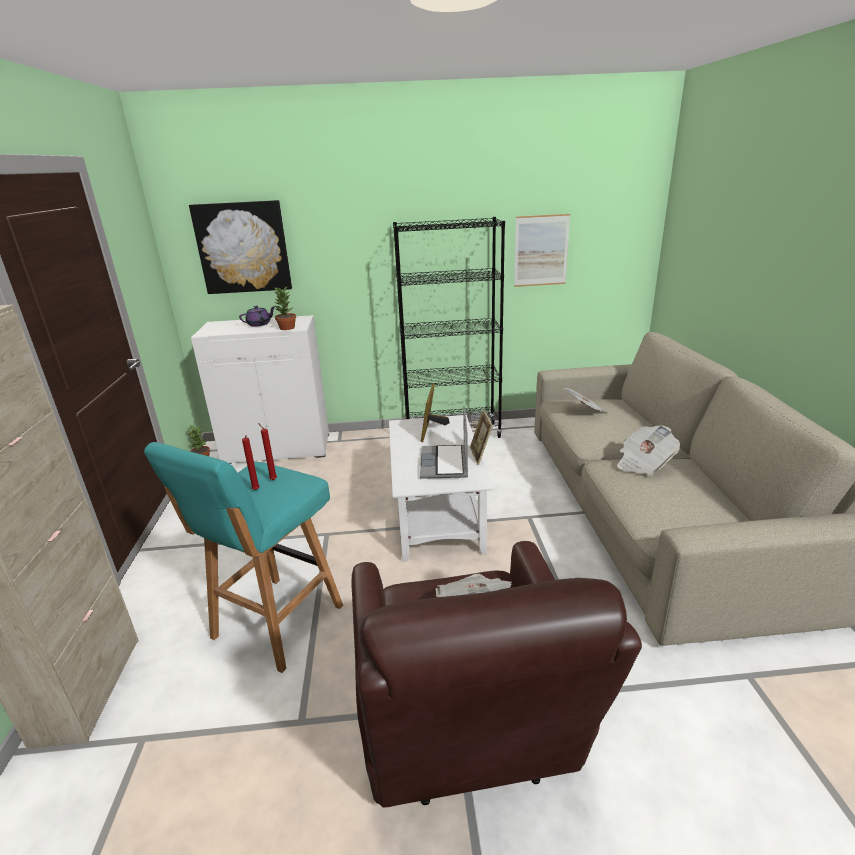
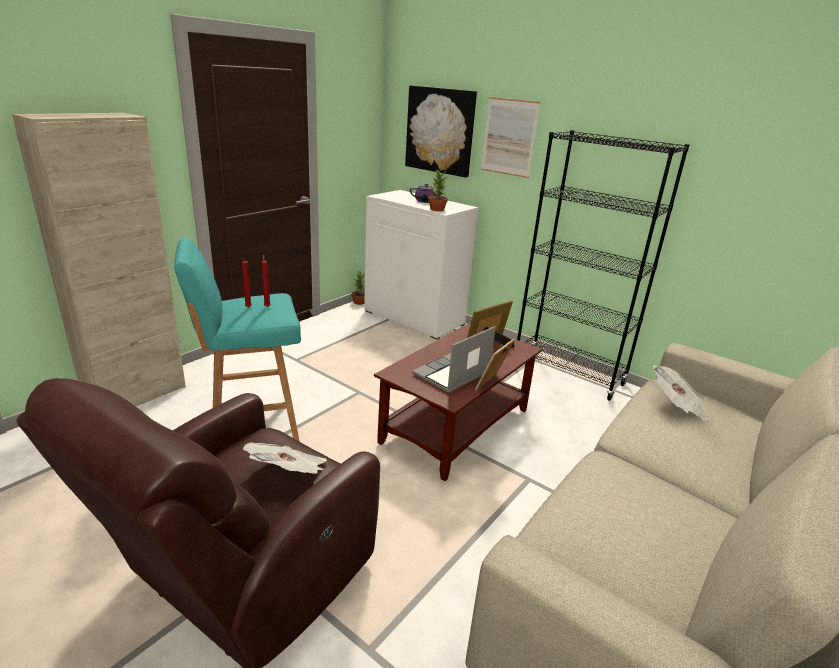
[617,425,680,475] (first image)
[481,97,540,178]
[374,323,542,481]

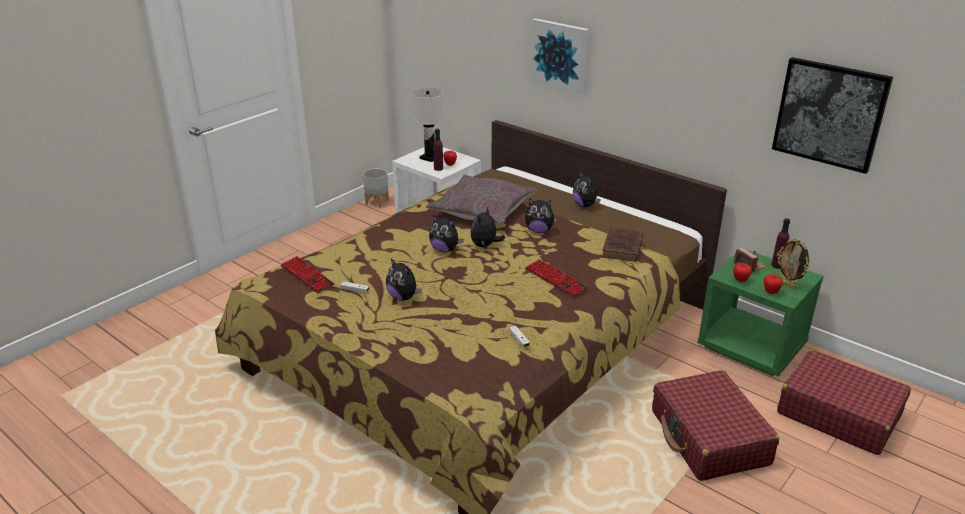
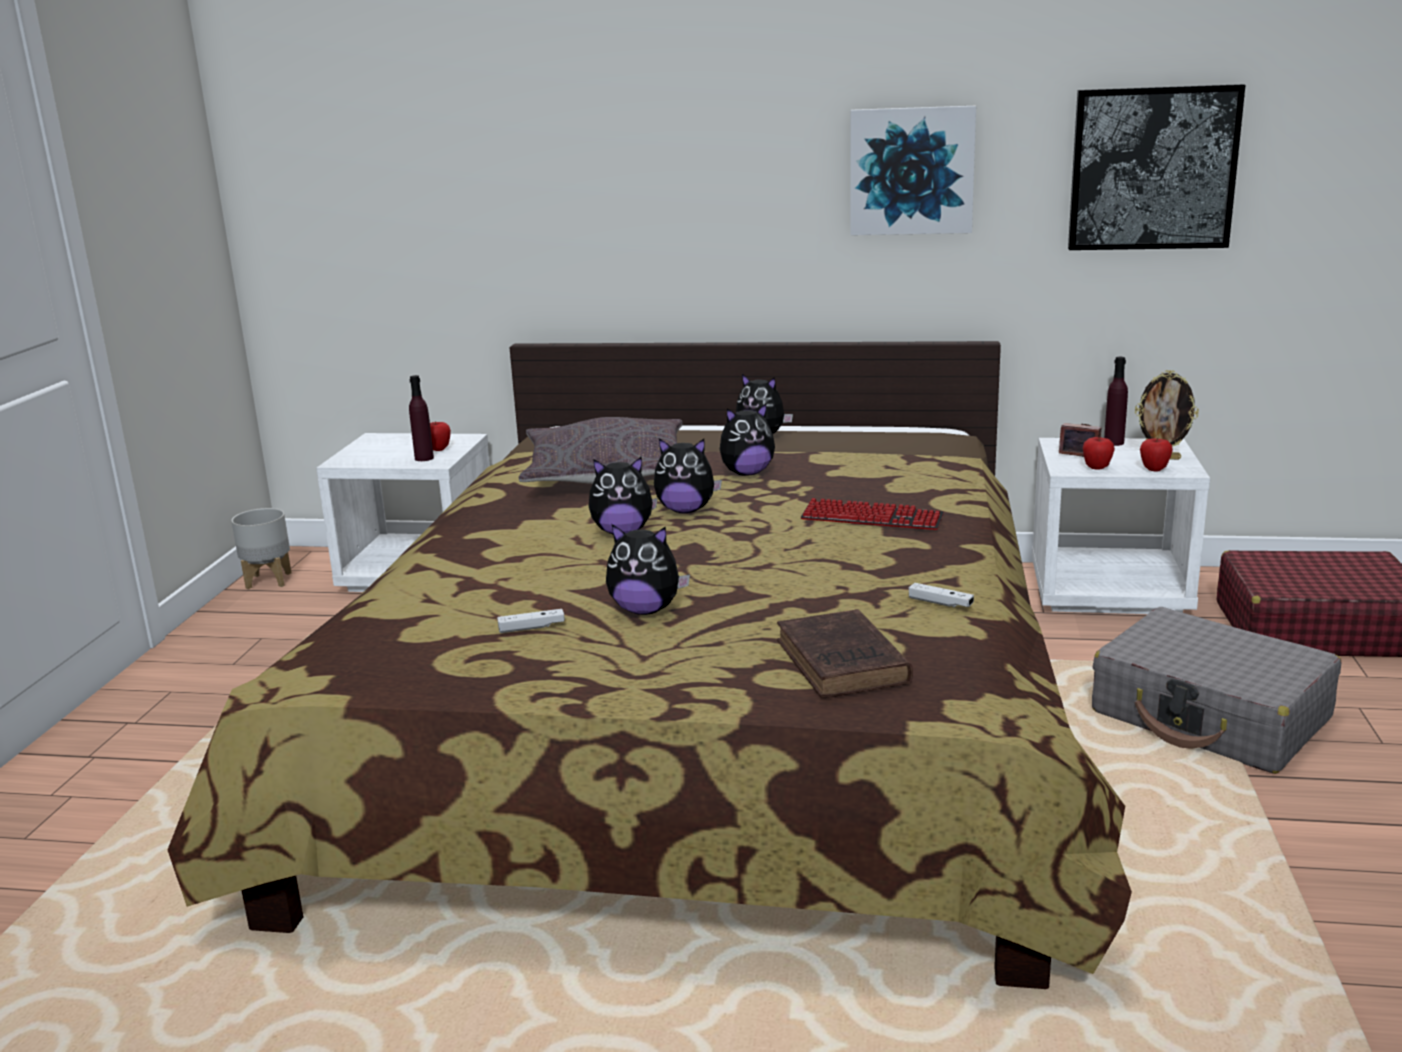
[281,256,335,293] (first image)
[413,88,443,162] (first image)
[850,106,976,235]
[777,609,913,698]
[1092,607,1341,774]
[1032,438,1210,614]
[654,438,722,513]

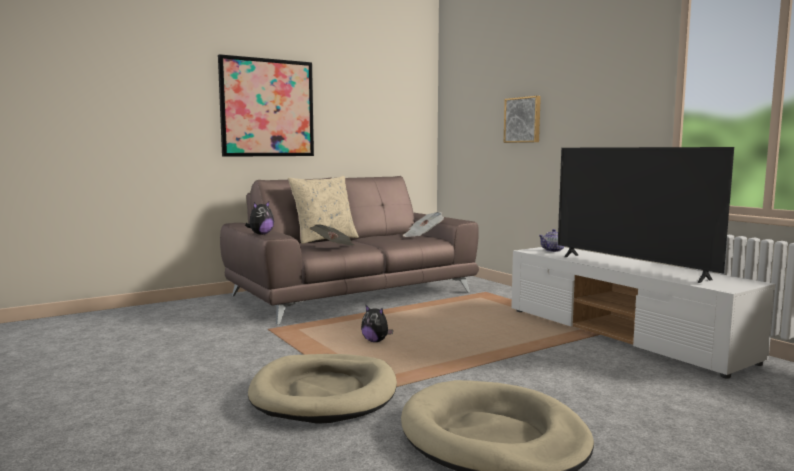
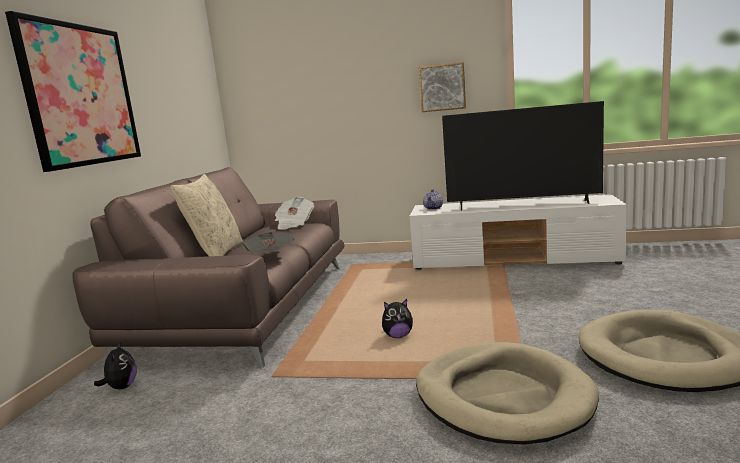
[94,343,137,389]
[419,62,466,112]

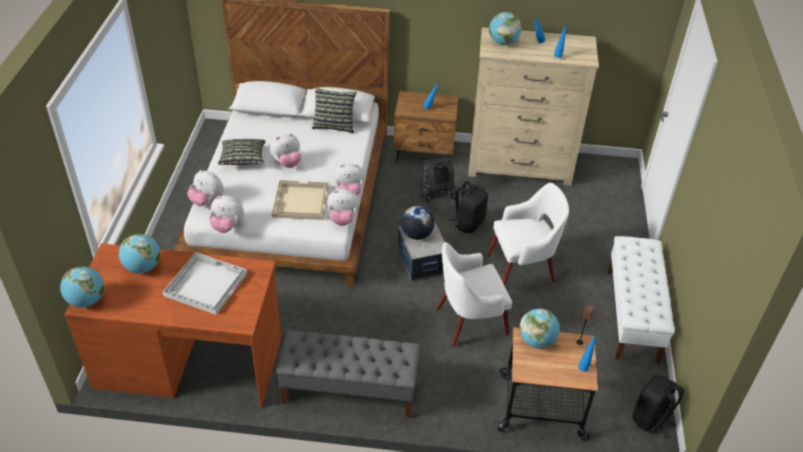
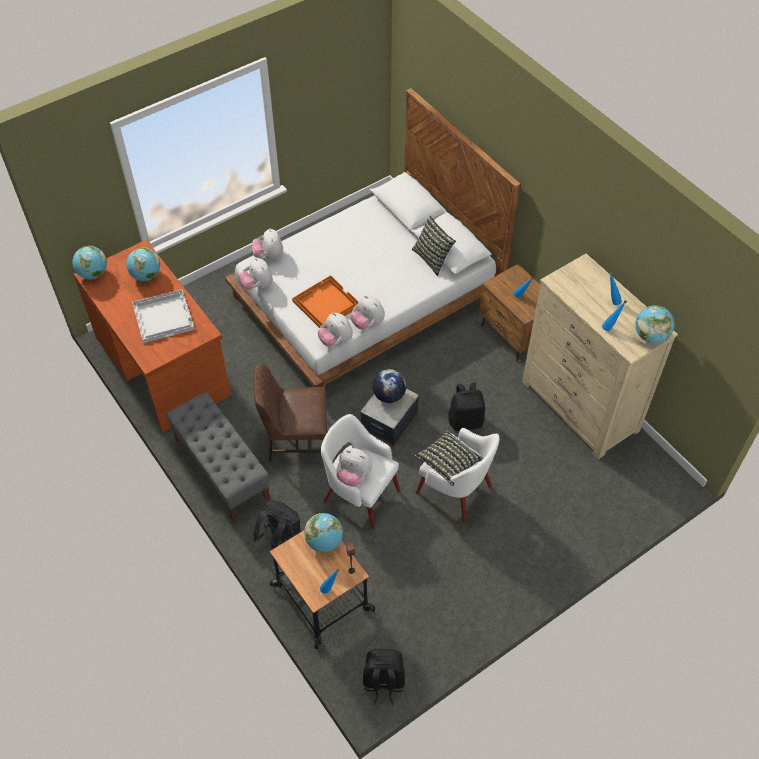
[607,236,675,364] (first image)
[254,363,327,462]
[415,431,484,486]
[336,448,372,487]
[253,500,301,550]
[635,305,674,343]
[292,275,359,328]

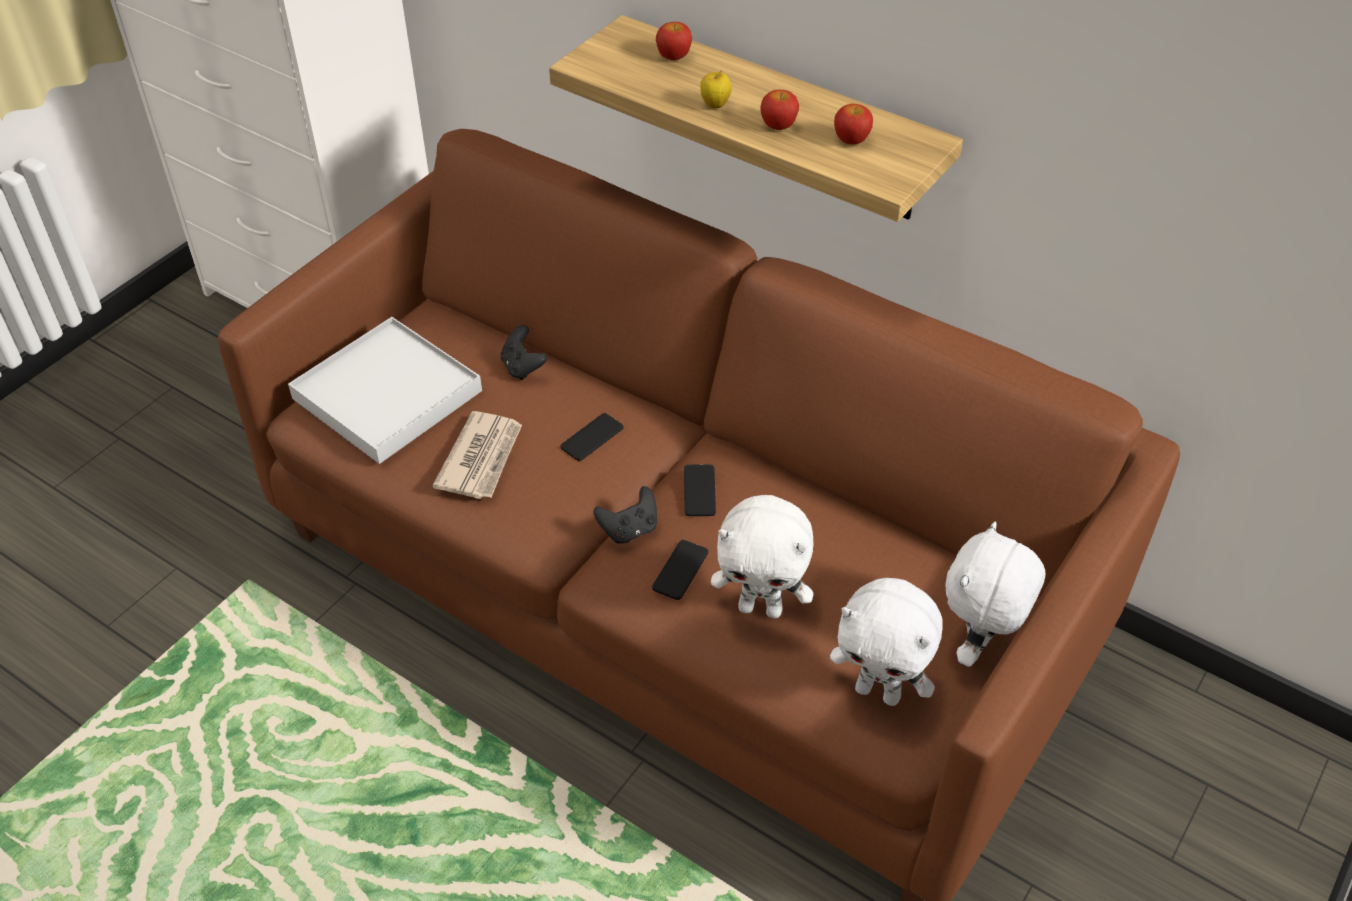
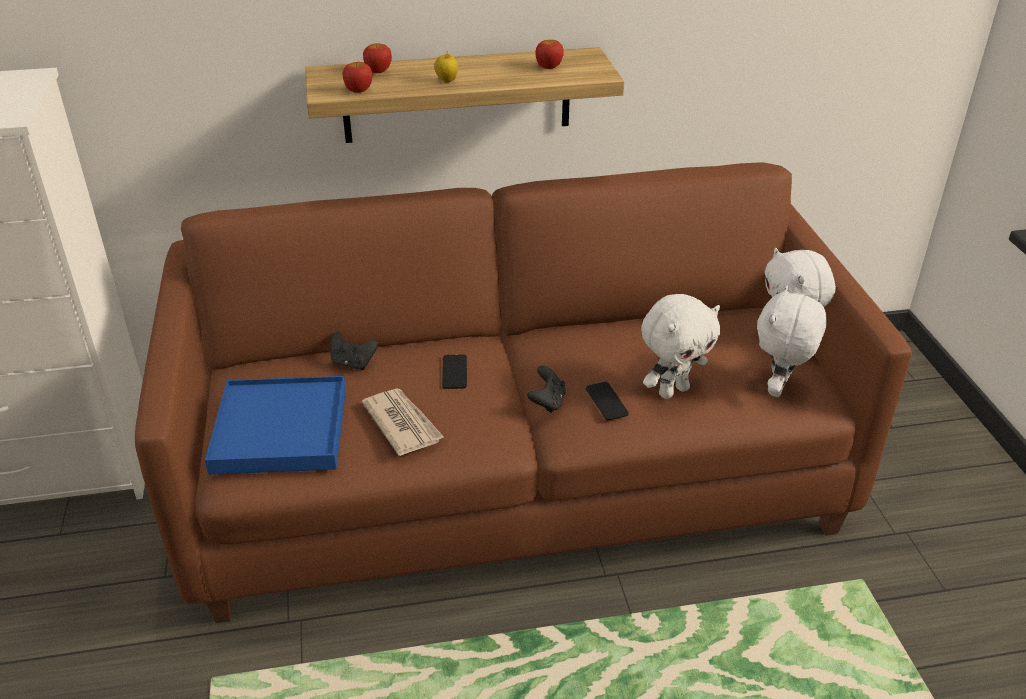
[684,464,716,516] (first image)
[342,62,373,93]
[205,376,346,475]
[757,285,827,397]

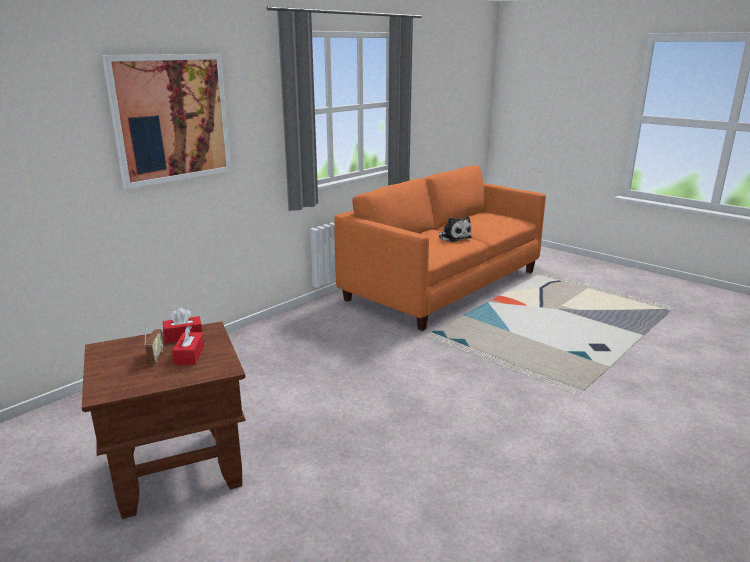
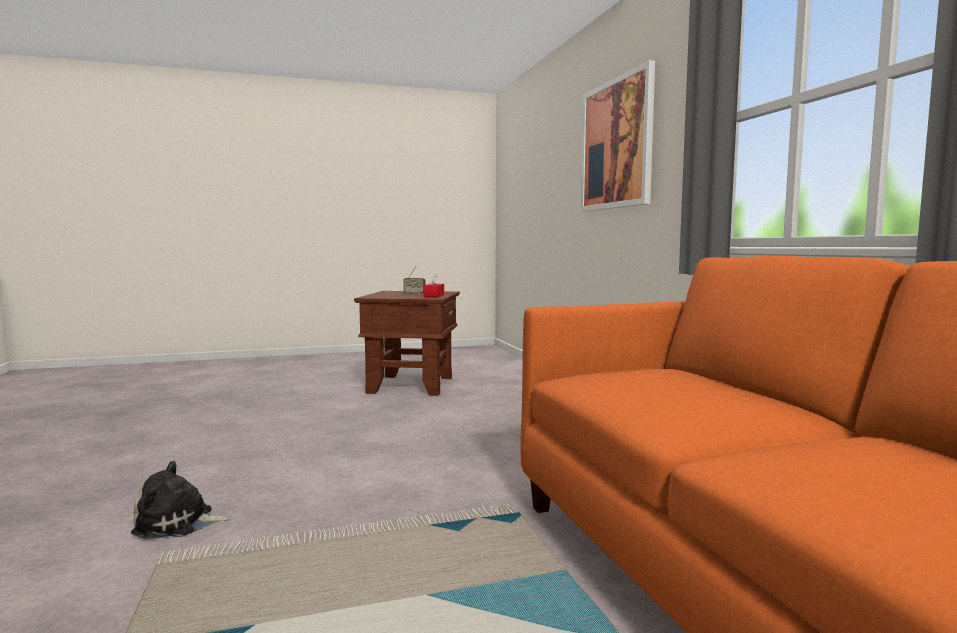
[172,326,205,365] (first image)
[131,461,233,539]

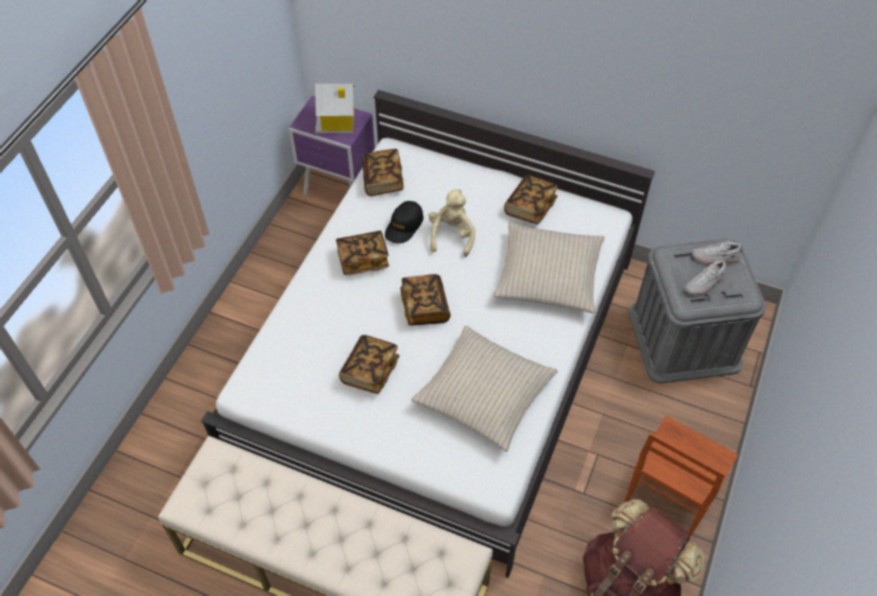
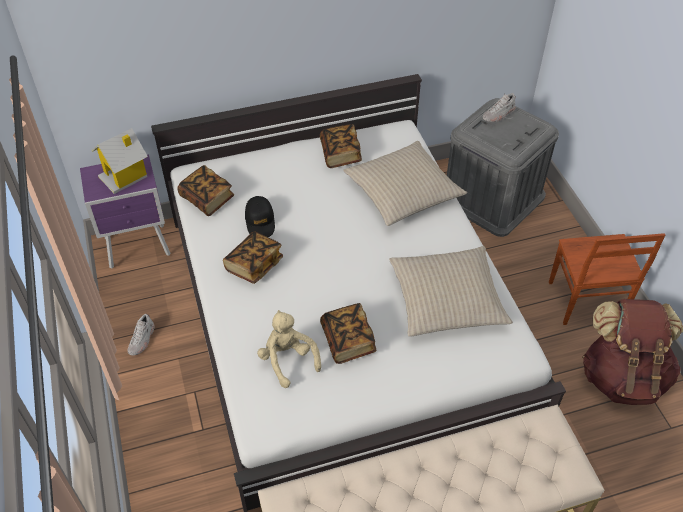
[401,274,451,326] (first image)
[257,310,321,388]
[128,314,155,356]

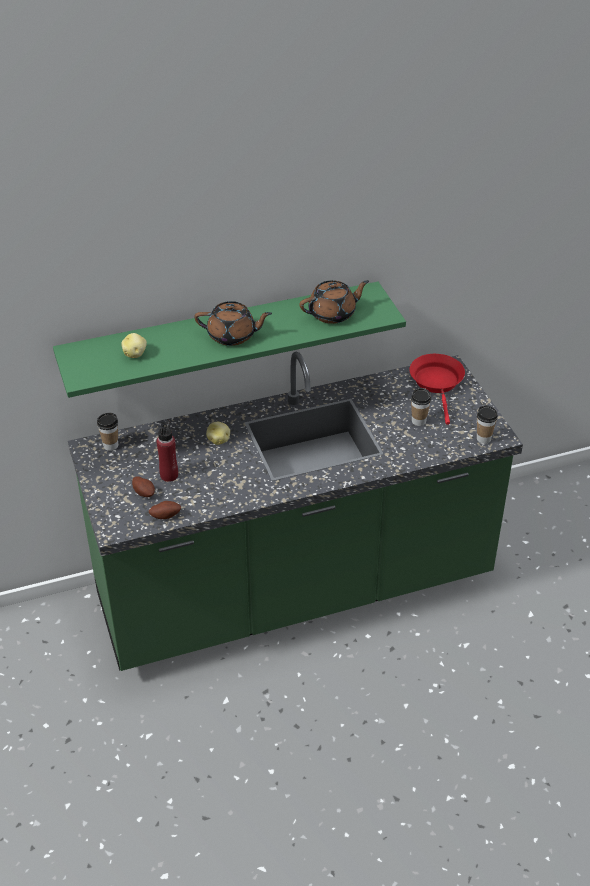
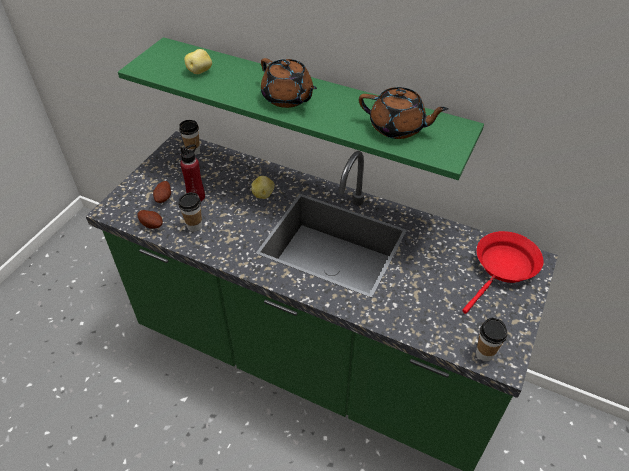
[178,192,202,232]

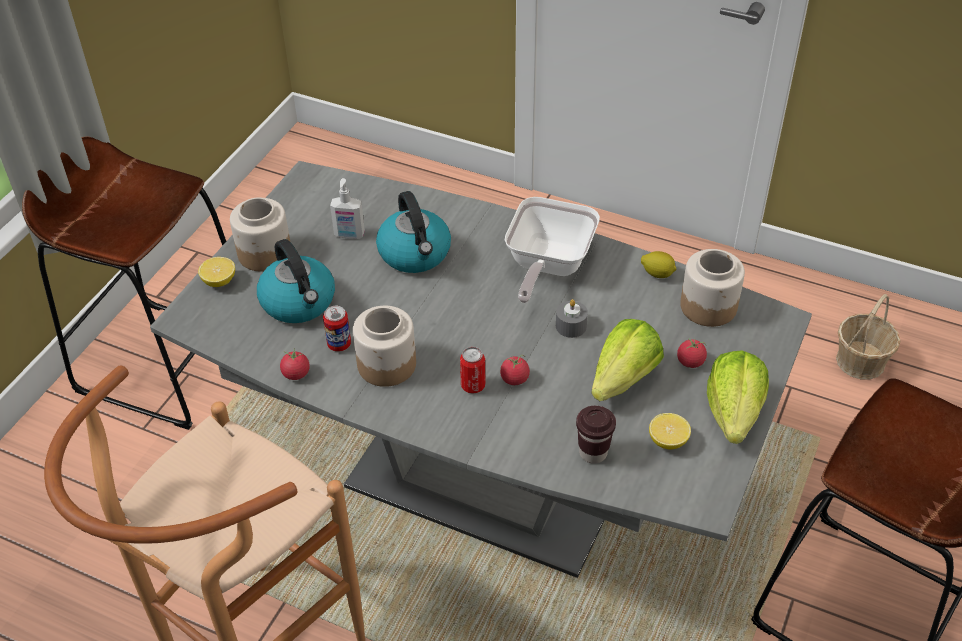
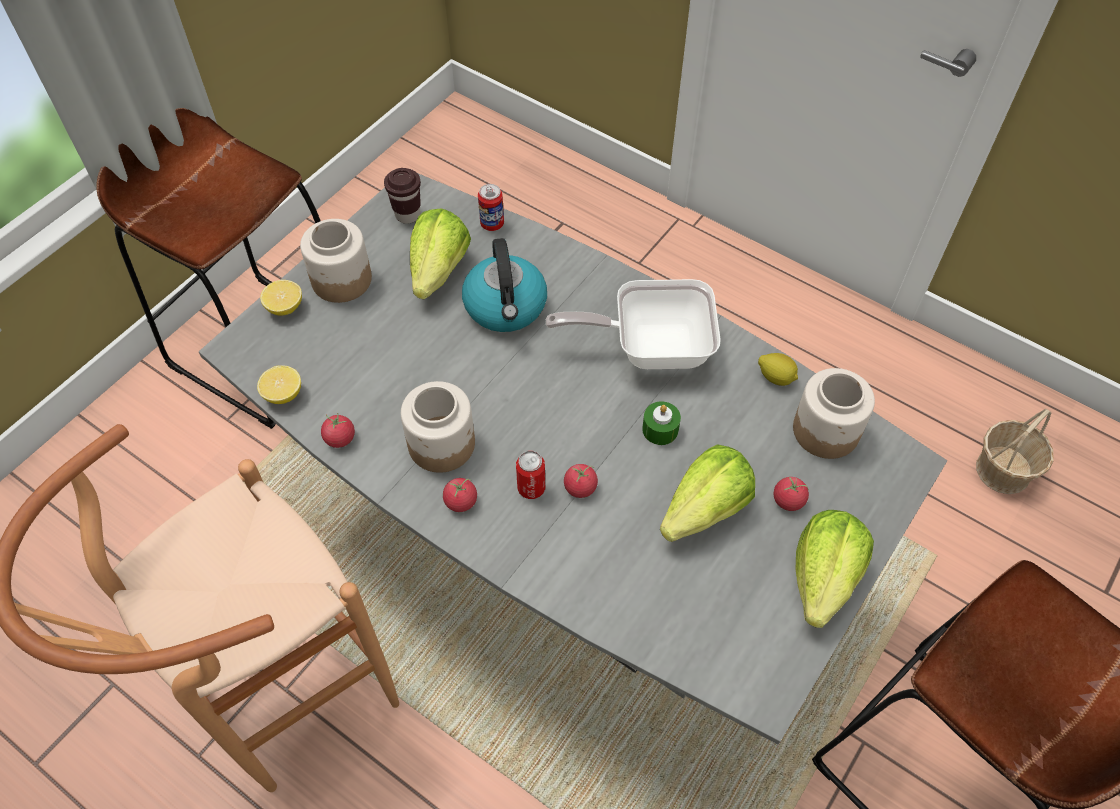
[257,239,335,323] (first image)
[443,478,477,512]
[478,184,504,231]
[384,168,421,224]
[257,365,301,404]
[410,209,471,299]
[642,401,681,445]
[546,279,721,369]

